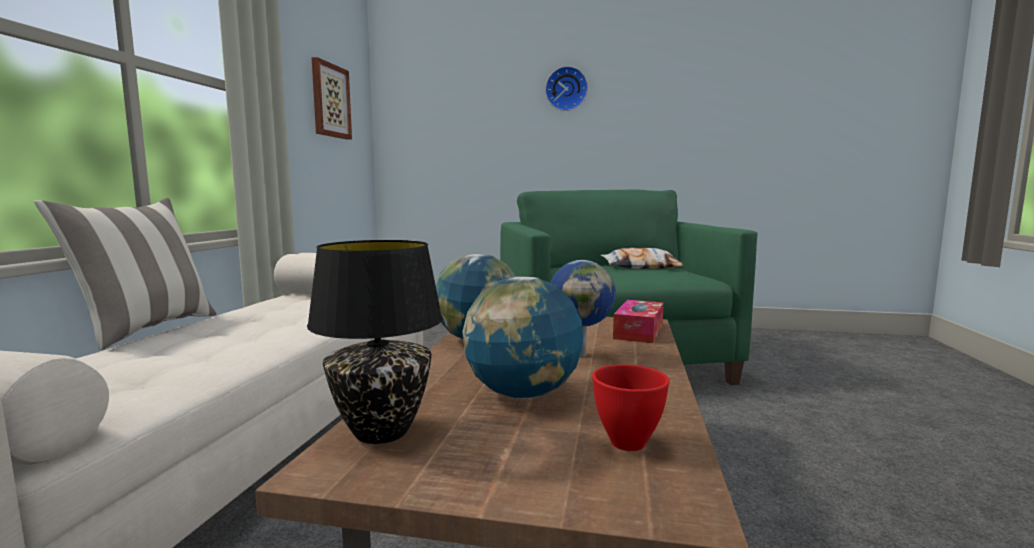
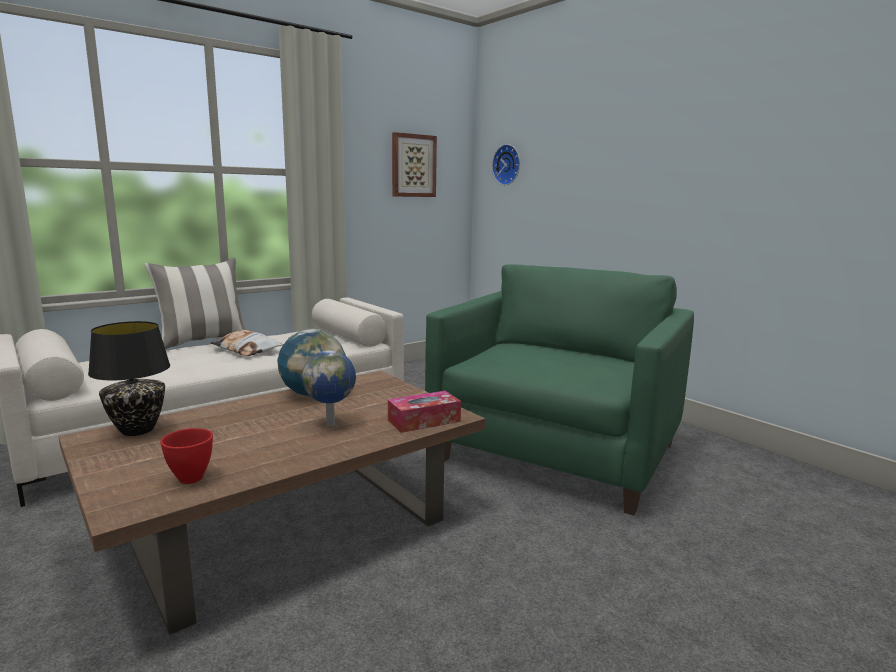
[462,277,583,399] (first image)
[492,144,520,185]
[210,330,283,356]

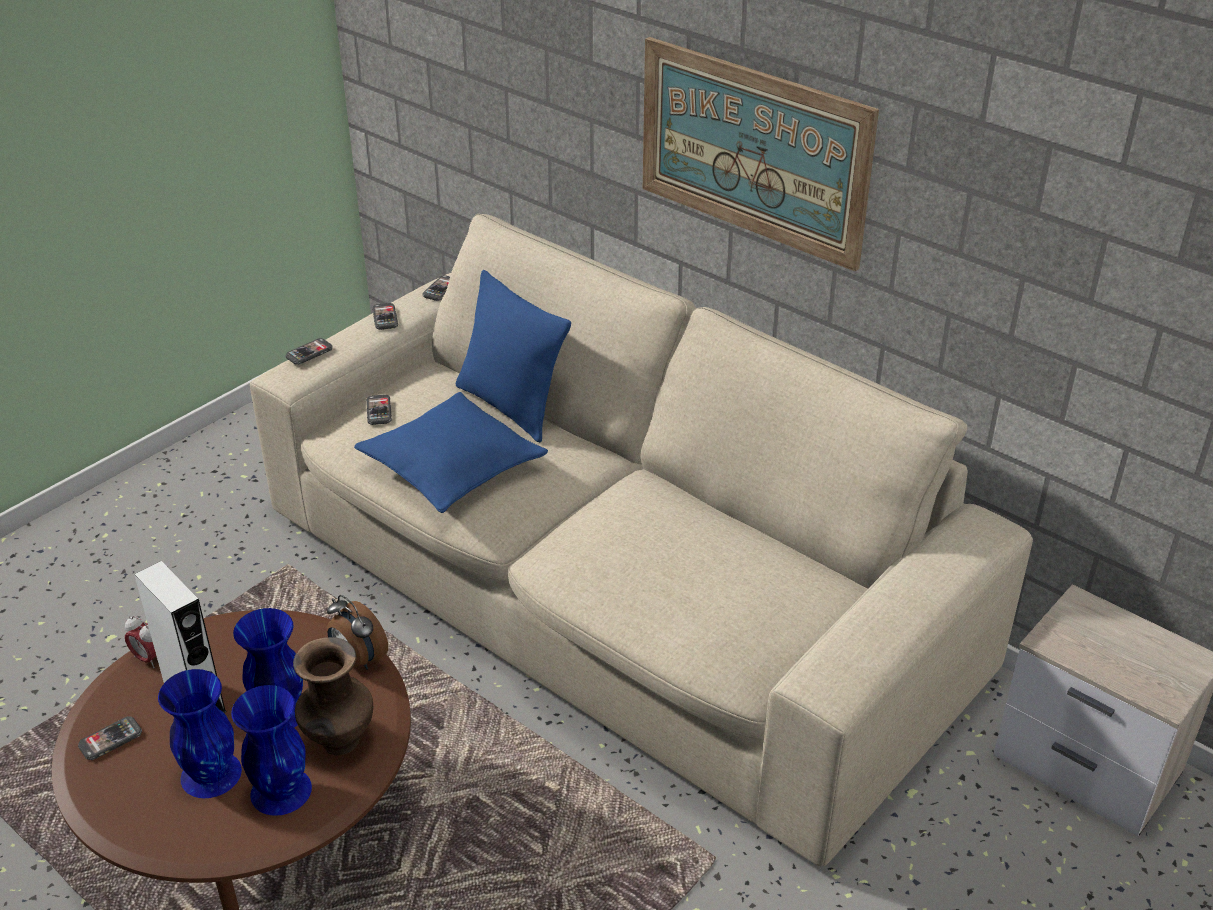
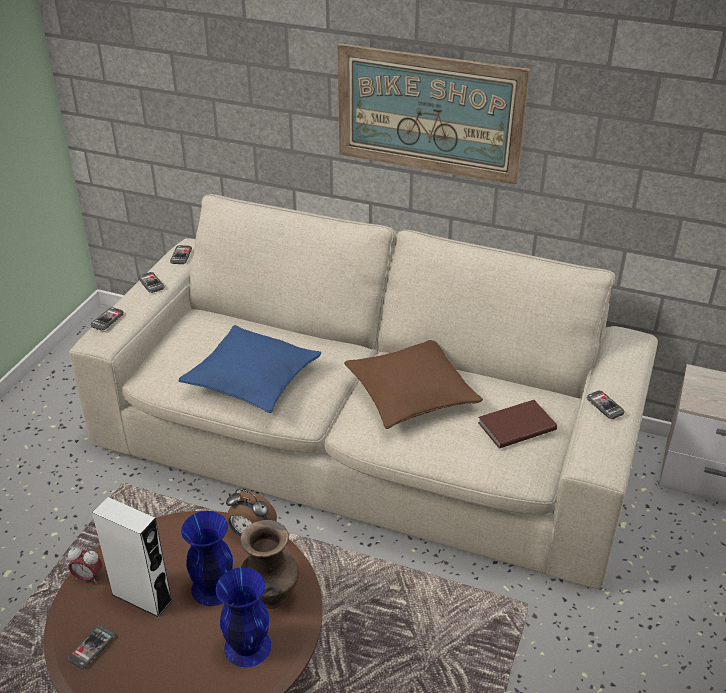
[158,669,242,798] (first image)
[456,270,571,442] (first image)
[344,340,483,429]
[478,400,557,449]
[587,391,624,419]

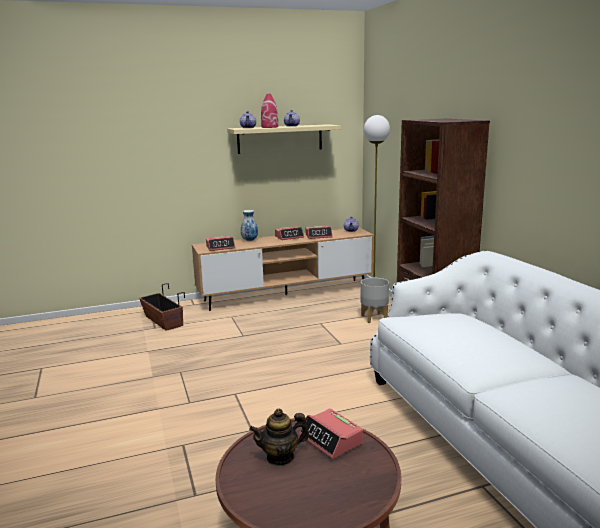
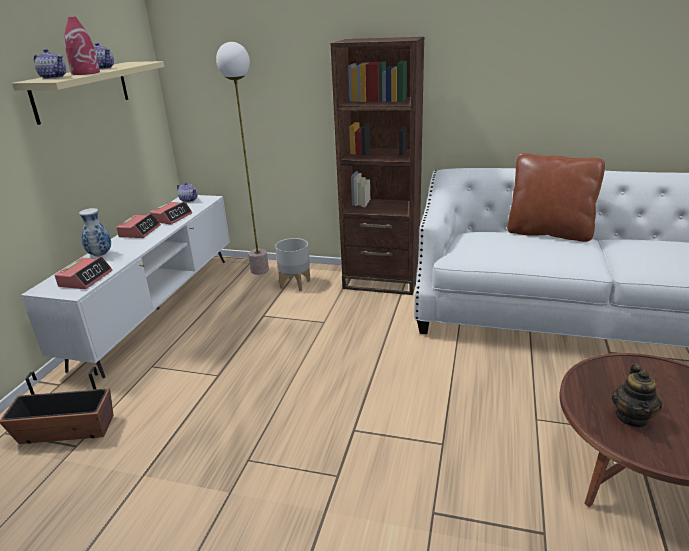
[299,408,363,459] (first image)
[508,153,605,242]
[21,195,230,378]

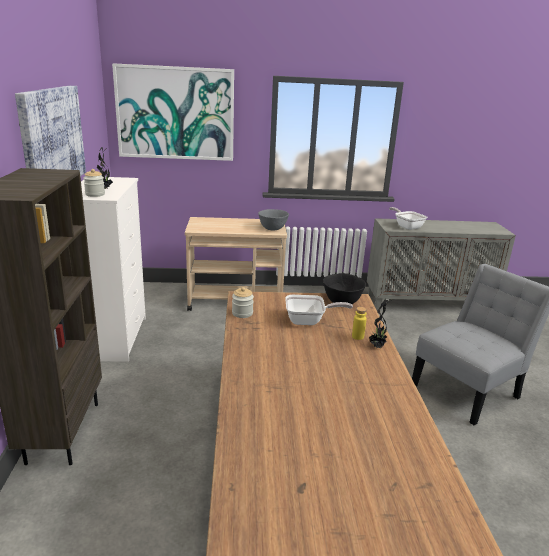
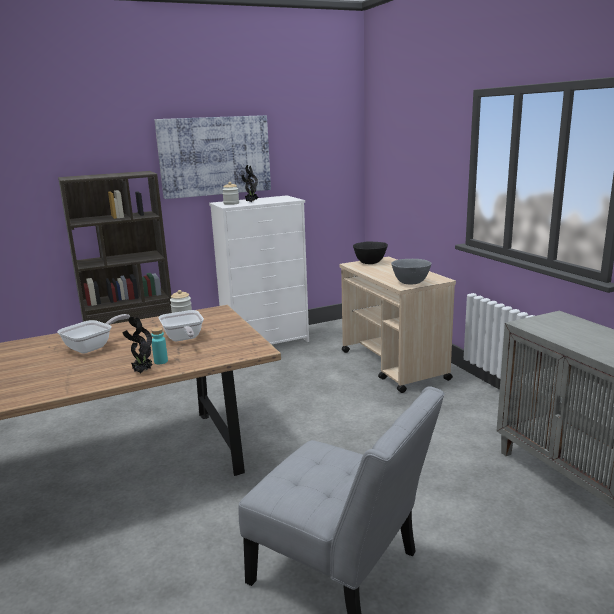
[112,63,234,161] (first image)
[353,241,388,264]
[57,314,130,353]
[151,327,168,364]

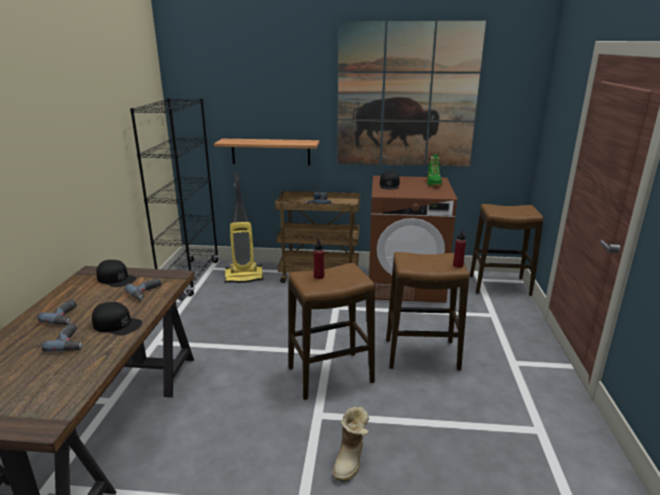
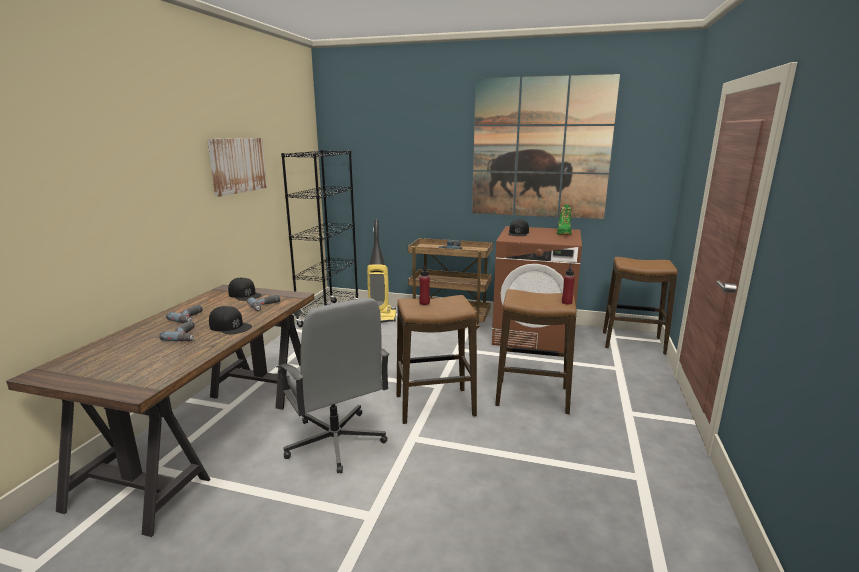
[214,139,319,166] (first image)
[332,407,369,482] (first image)
[207,138,267,197]
[277,298,389,474]

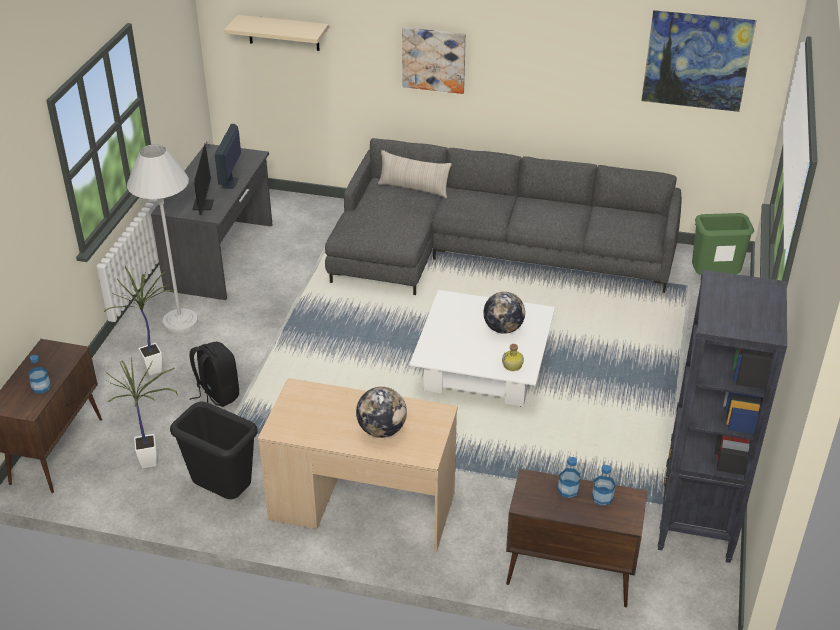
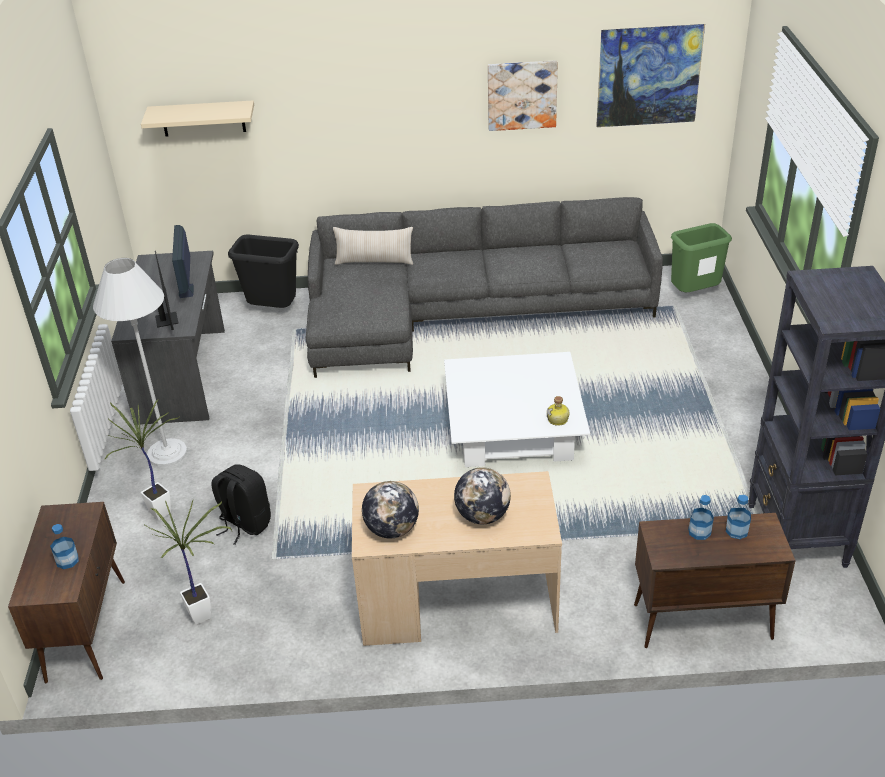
[228,235,299,308]
[488,60,558,131]
[362,481,419,538]

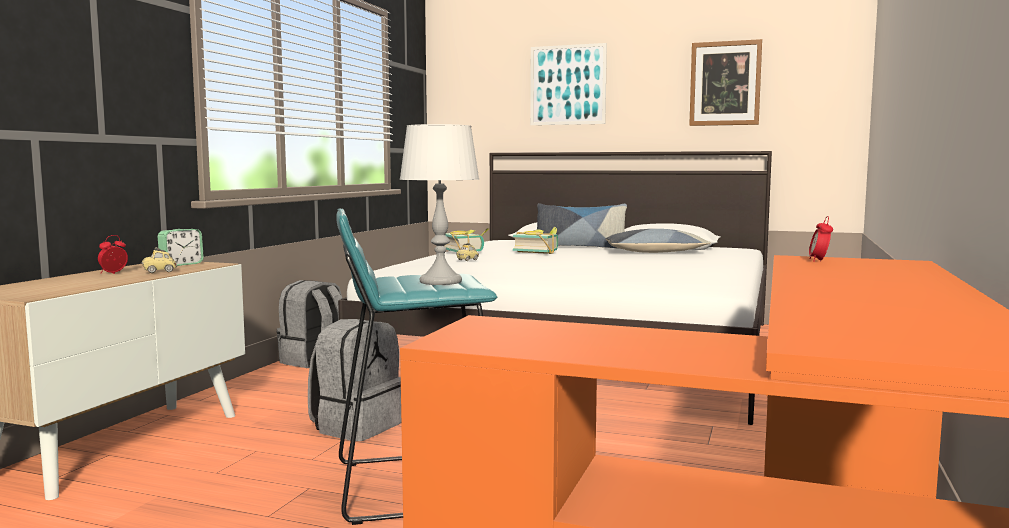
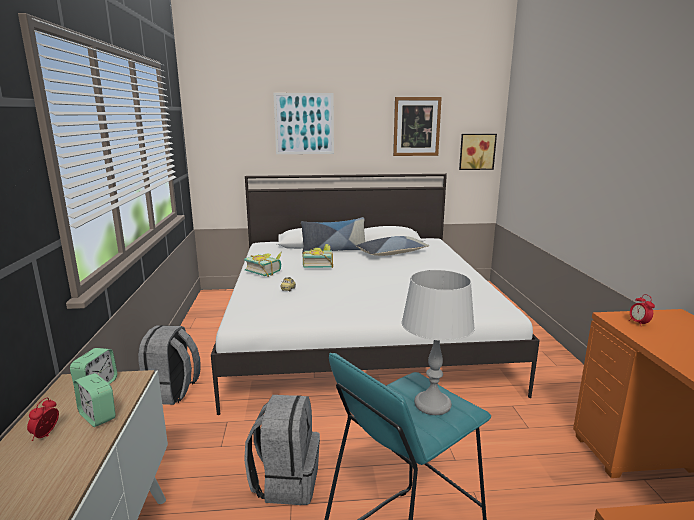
[459,134,497,170]
[74,373,116,427]

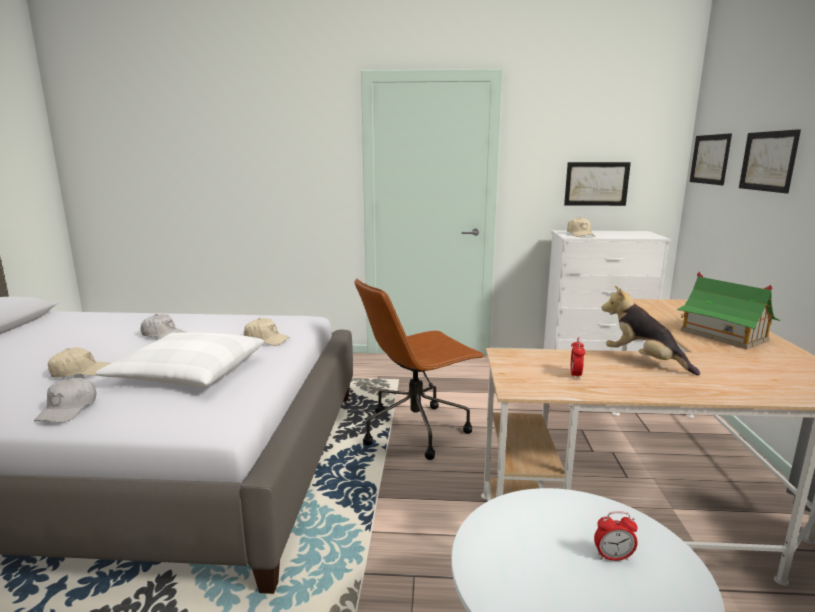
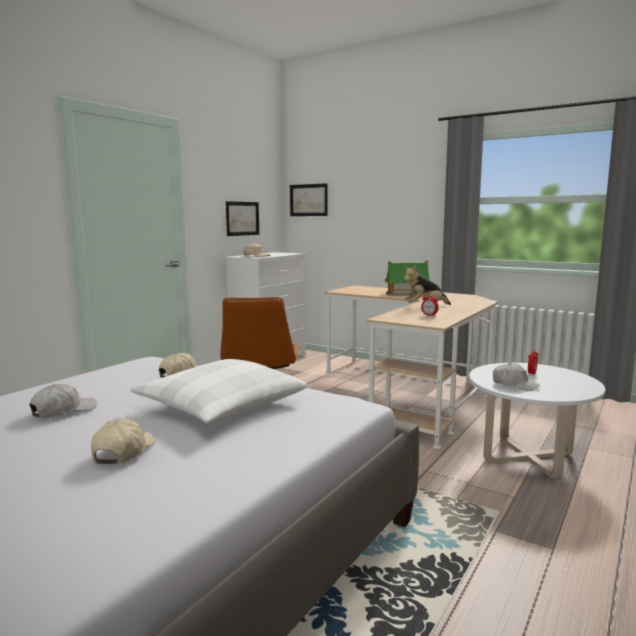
[739,129,801,193] (first image)
[493,363,540,391]

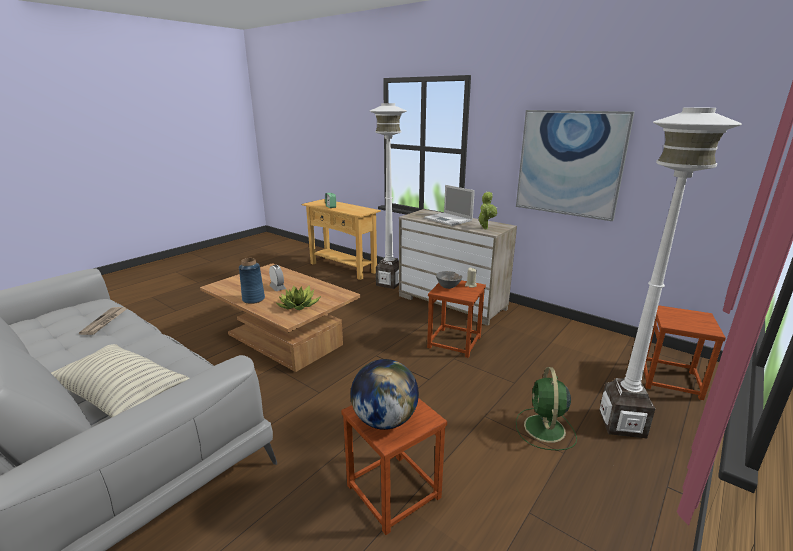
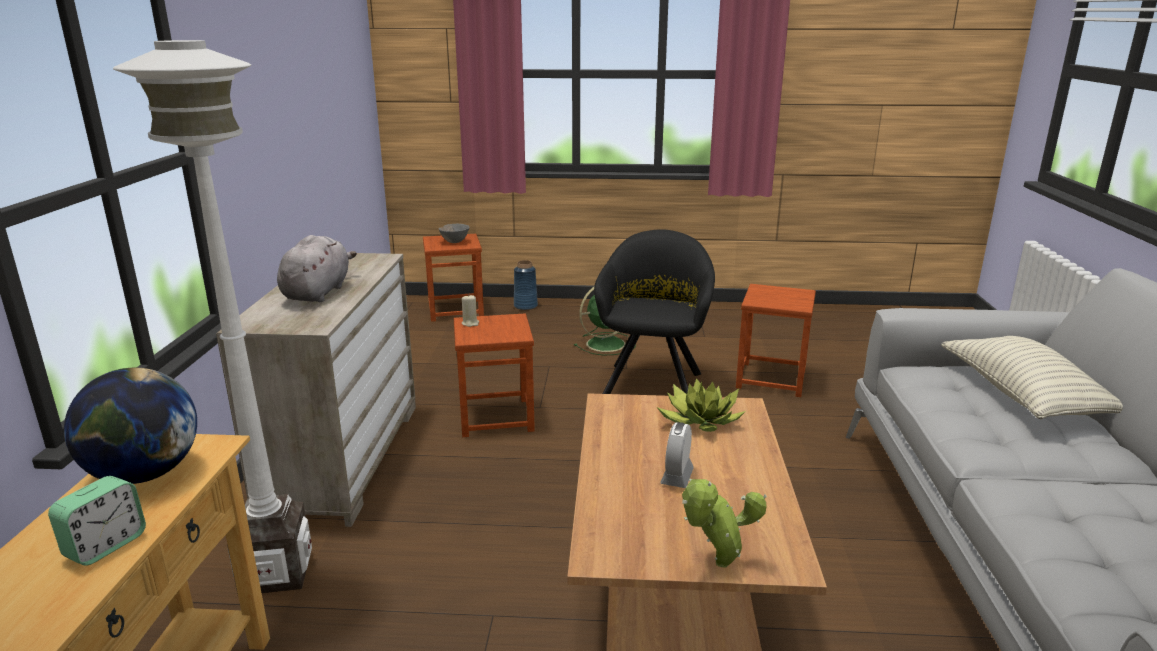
[79,307,127,335] (first image)
[516,110,635,221] (first image)
[599,107,742,438] (first image)
[594,229,715,394]
[514,260,538,310]
[64,368,197,484]
[439,224,469,243]
[682,479,767,567]
[277,235,357,302]

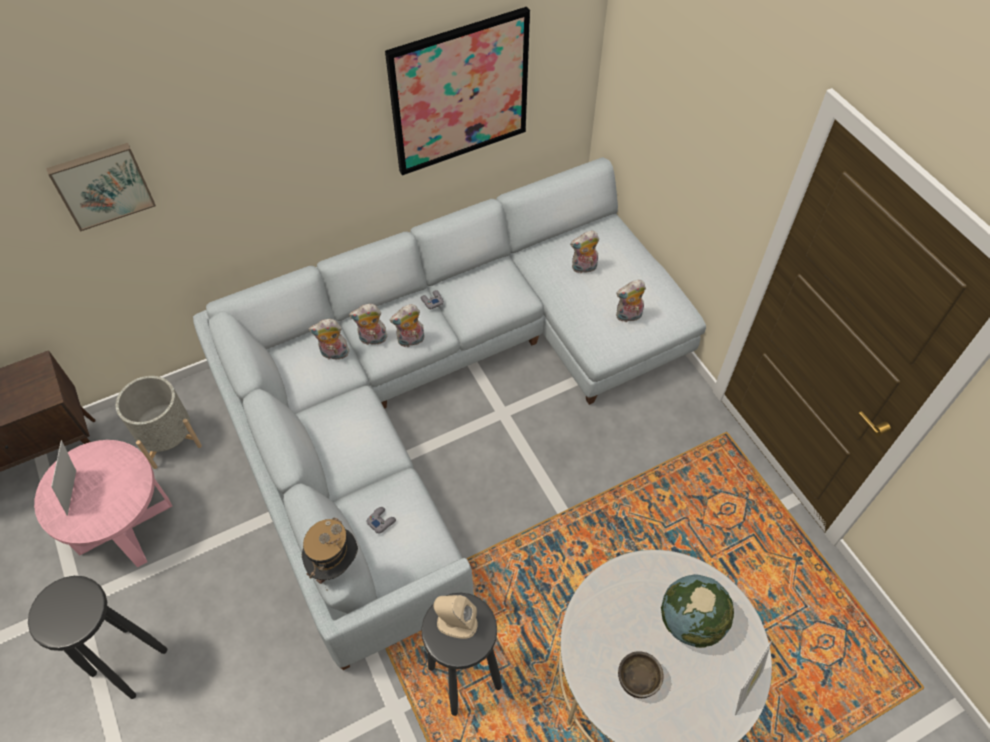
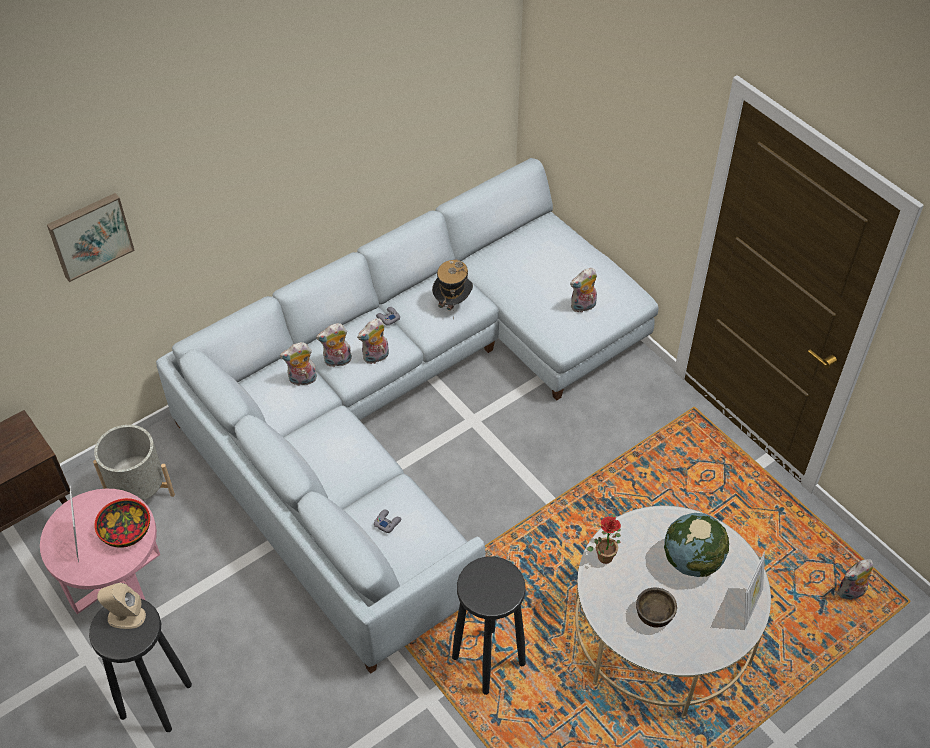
[385,7,530,176] (first image)
[94,498,150,548]
[587,513,621,564]
[432,260,473,319]
[97,583,146,629]
[838,559,873,600]

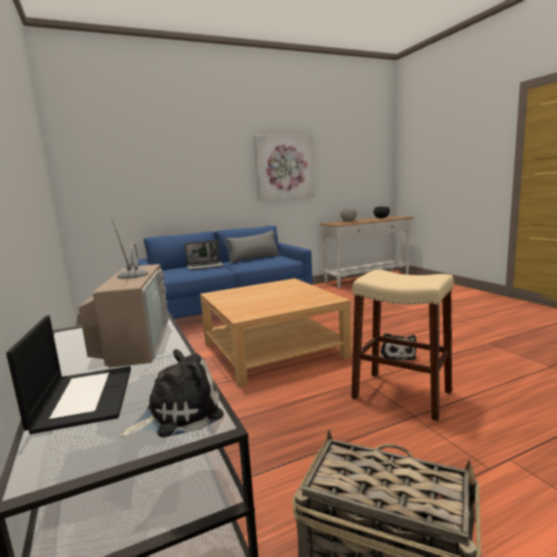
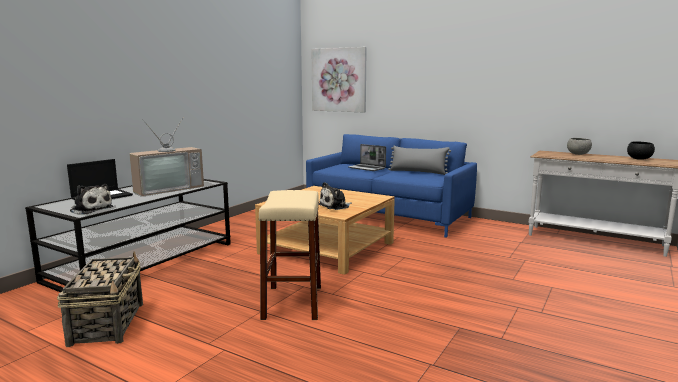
[311,47,367,112]
[318,182,352,210]

